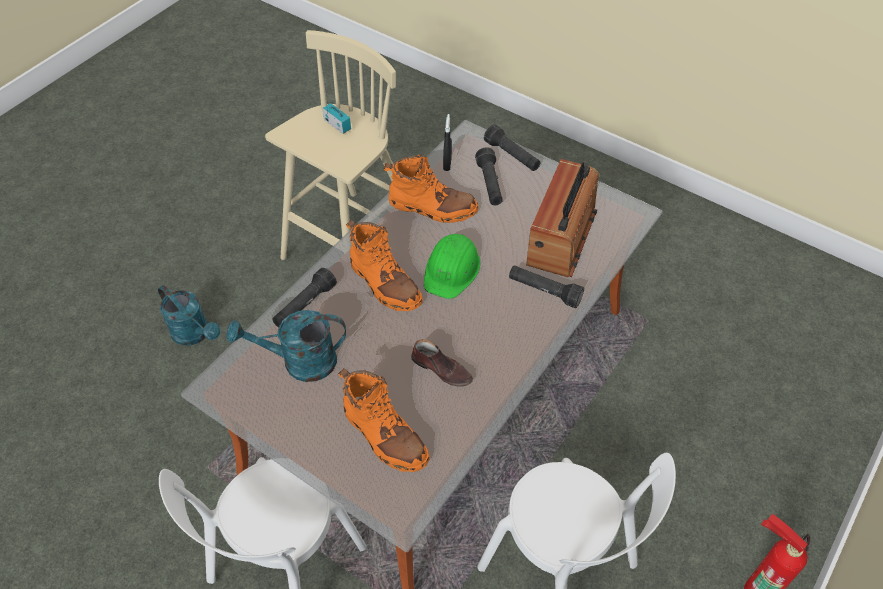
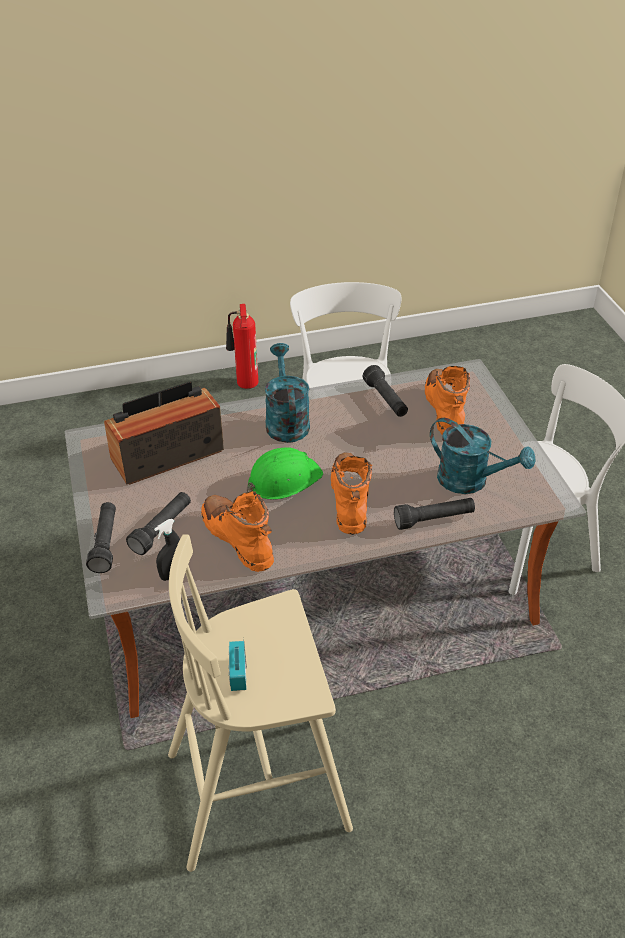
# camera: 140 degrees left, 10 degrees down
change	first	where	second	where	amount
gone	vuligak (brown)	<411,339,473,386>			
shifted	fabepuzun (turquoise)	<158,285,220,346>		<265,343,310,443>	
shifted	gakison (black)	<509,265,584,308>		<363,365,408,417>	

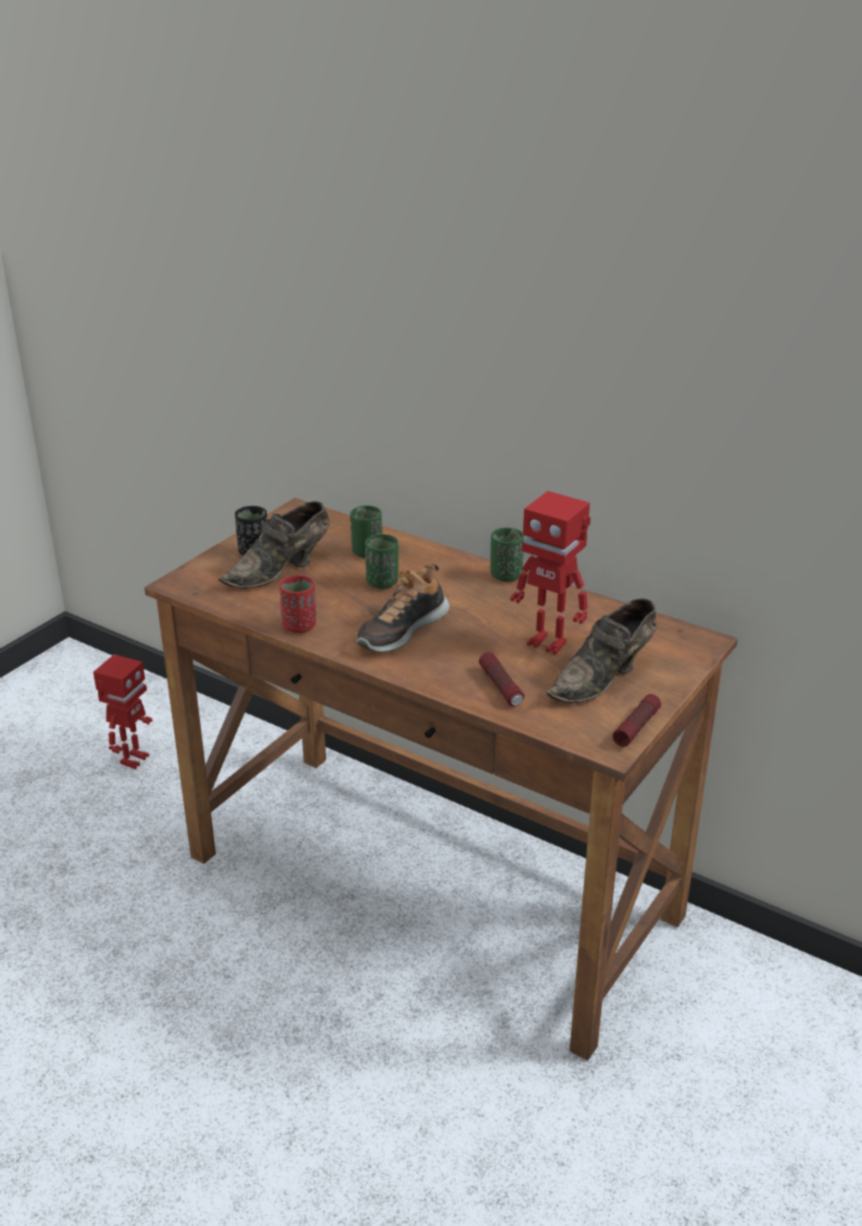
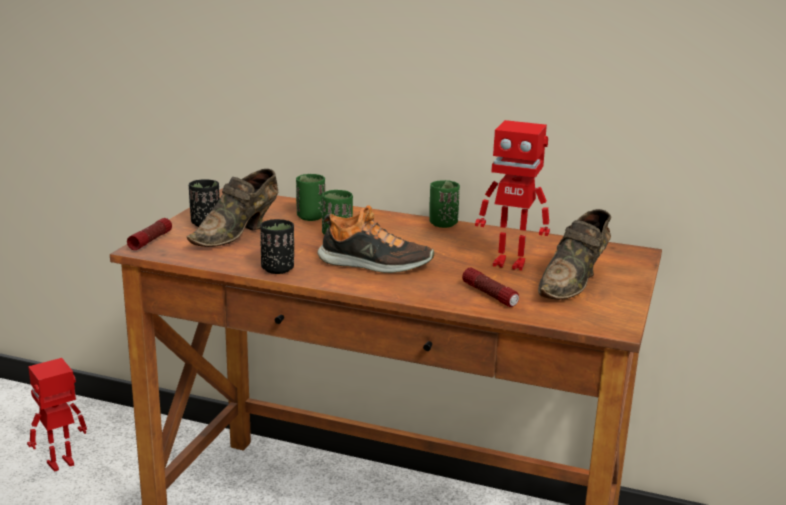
# camera: 15 degrees left, 10 degrees down
change	first	where	second	where	amount
shifted	gakison	<613,694,661,747>		<127,218,172,250>	
repainted	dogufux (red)	<280,575,316,633>	dogufux (black)	<260,219,294,274>	
rotated	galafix	<93,654,152,769>		<27,358,87,472>	135 degrees counterclockwise
rotated	vuligak	<357,564,450,652>		<317,205,434,273>	105 degrees counterclockwise

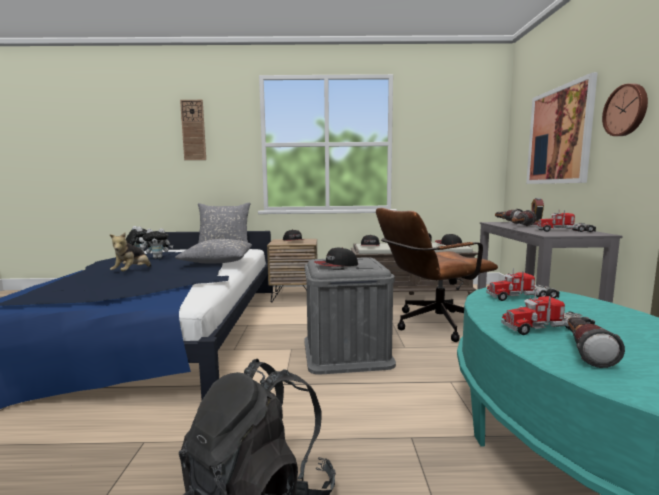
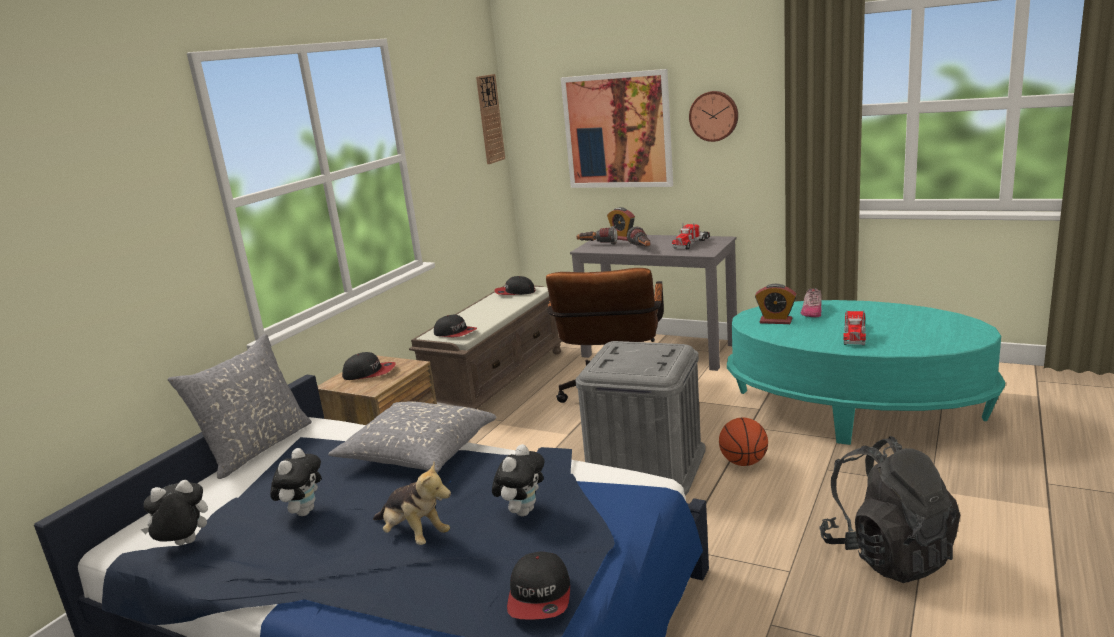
# camera: 60 degrees left, 10 degrees up
change	first	where	second	where	amount
gone	gakison	<568,317,625,368>			
new			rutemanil	<492,444,545,516>	
new			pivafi	<719,418,768,466>	
new			vuligak	<801,288,822,317>	
shifted	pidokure	<180,100,206,160>		<476,74,505,164>	
shifted	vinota	<314,247,358,267>		<507,552,570,620>	
swapped	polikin	<486,268,560,301>	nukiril	<755,284,797,324>	

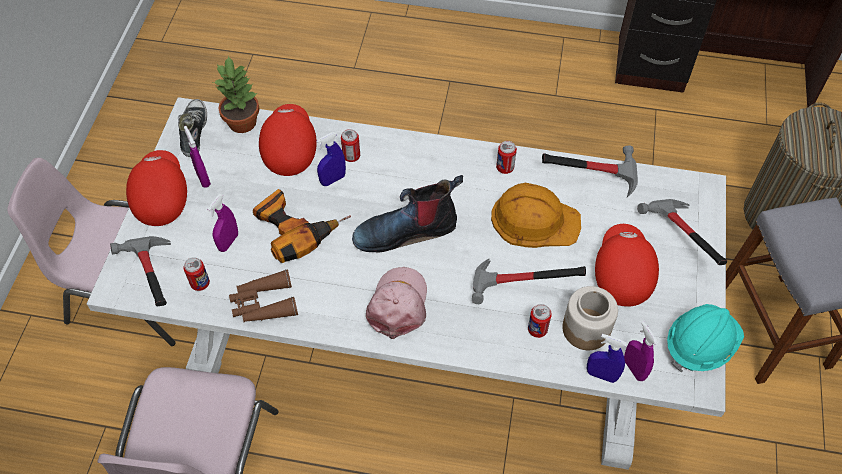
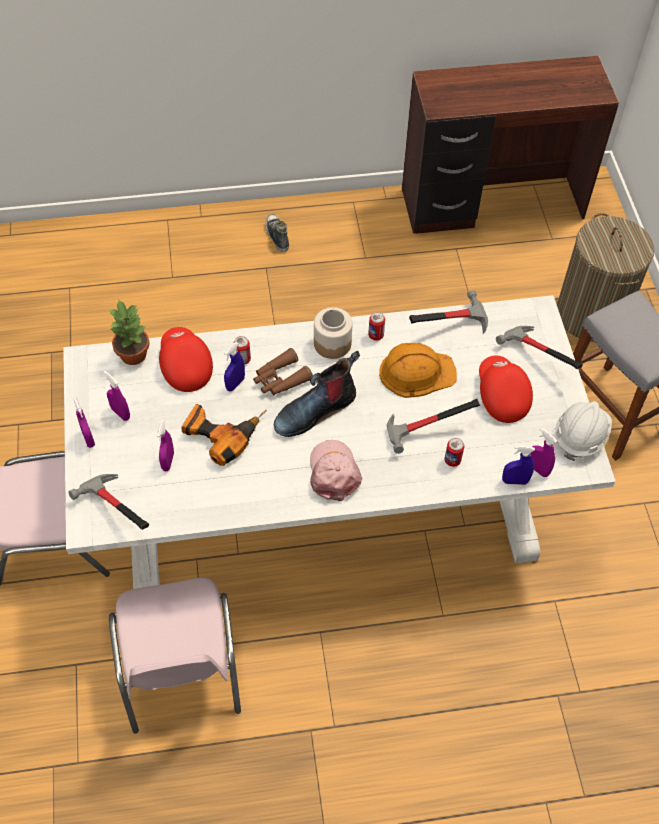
# camera: 20 degrees left, 0 degrees up
change	first	where	second	where	amount
gone	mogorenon	<183,257,210,291>			
shifted	vuligak	<178,99,207,157>		<265,214,289,252>	
shifted	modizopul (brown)	<229,269,298,322>		<253,348,313,395>	
shifted	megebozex	<562,286,618,350>		<314,307,352,359>	
swapped	vinota (red)	<126,150,187,226>	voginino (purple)	<73,397,95,448>	
repainted	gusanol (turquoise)	<667,304,744,372>	gusanol (white)	<555,401,612,461>	

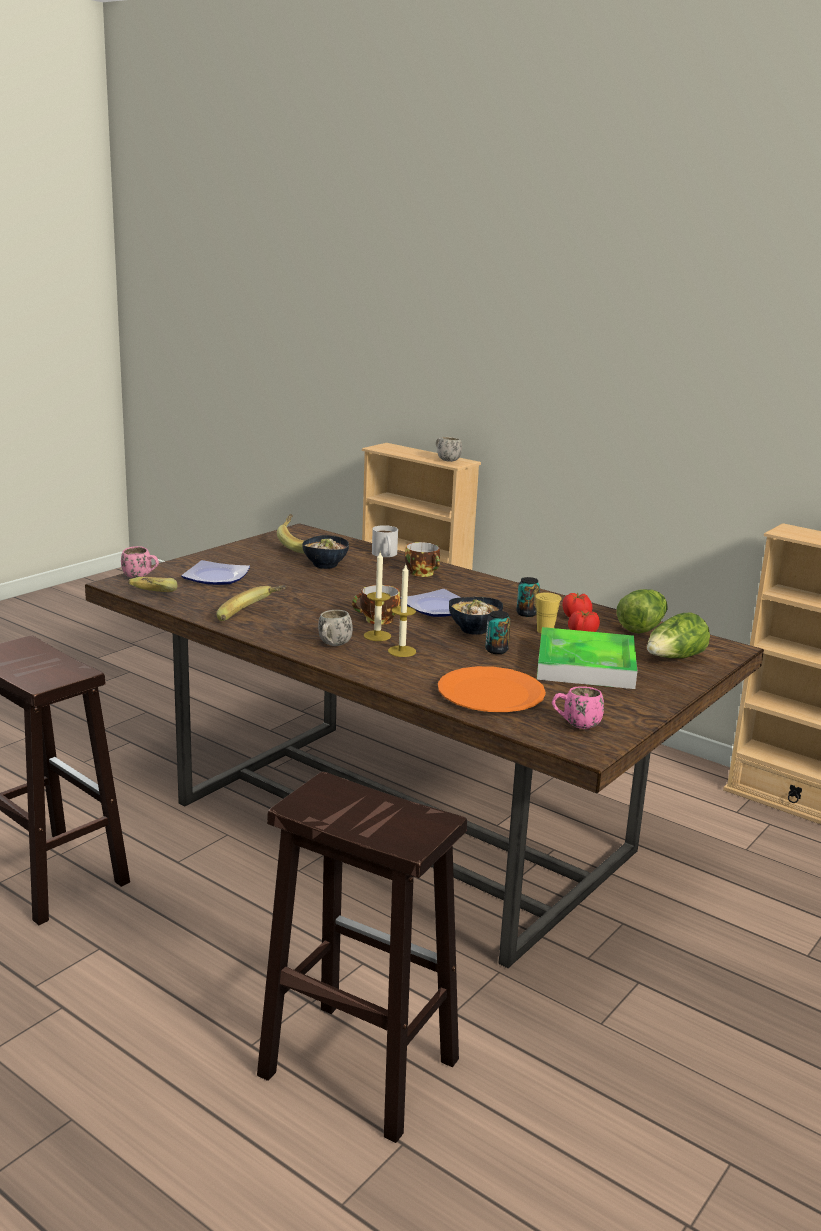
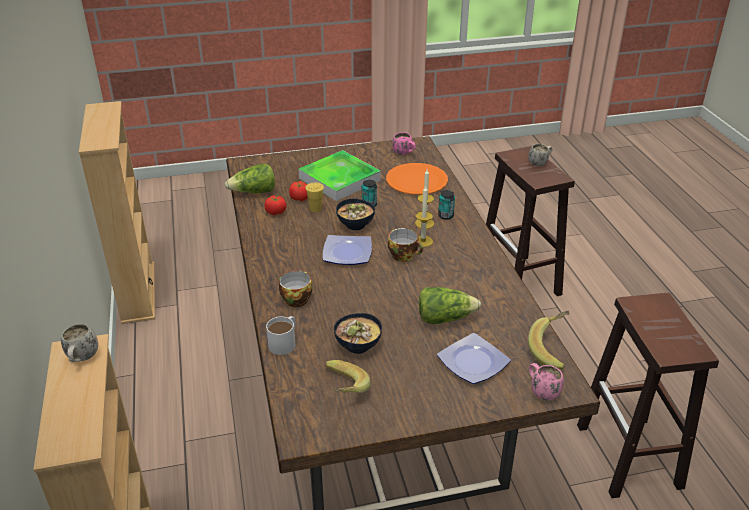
# camera: 140 degrees left, 15 degrees up
change	first	where	second	where	amount
gone	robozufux	<217,585,286,621>			
shifted	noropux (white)	<318,610,353,646>		<528,144,552,166>	
shifted	mogorenon	<516,577,540,617>		<438,190,455,220>	
shifted	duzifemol	<647,612,710,658>		<419,287,481,324>	

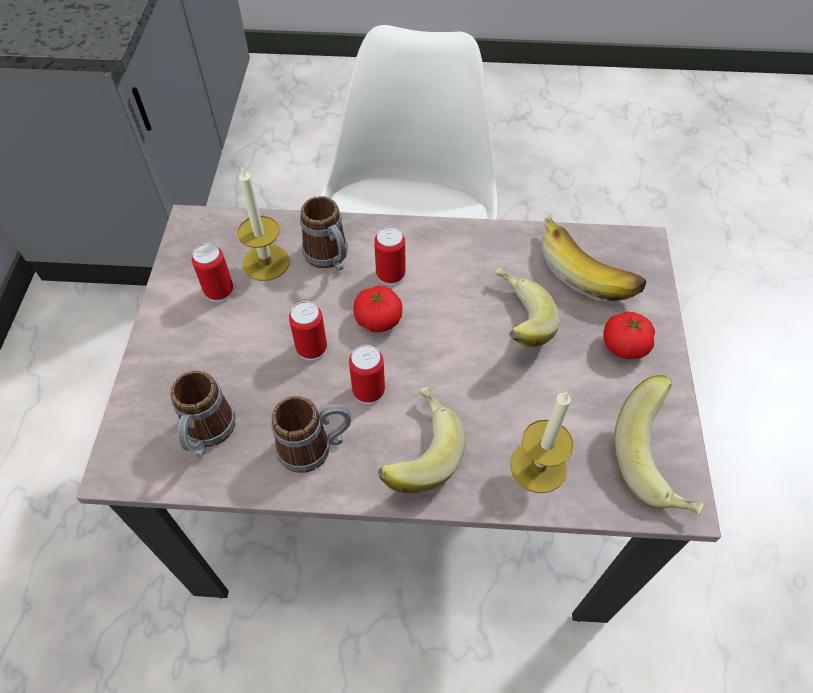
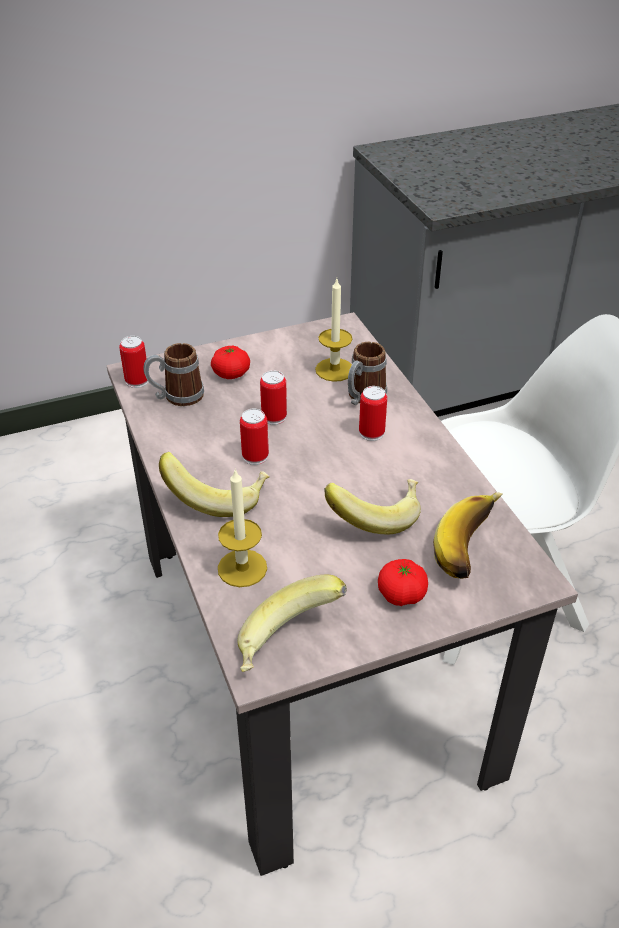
# camera: 65 degrees right, 15 degrees down
change	first	where	second	where	amount
gone	noropux	<271,396,351,473>			
shifted	mogorenon	<192,243,233,302>		<119,336,148,388>	
shifted	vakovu	<353,286,403,332>		<211,346,250,379>	

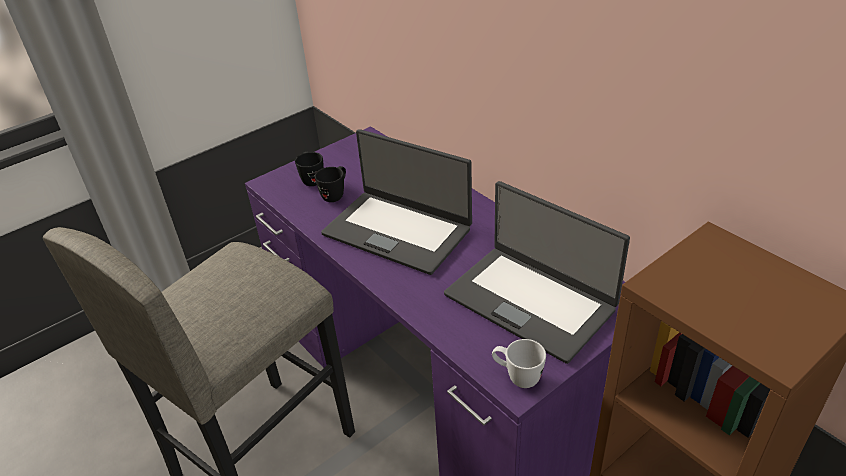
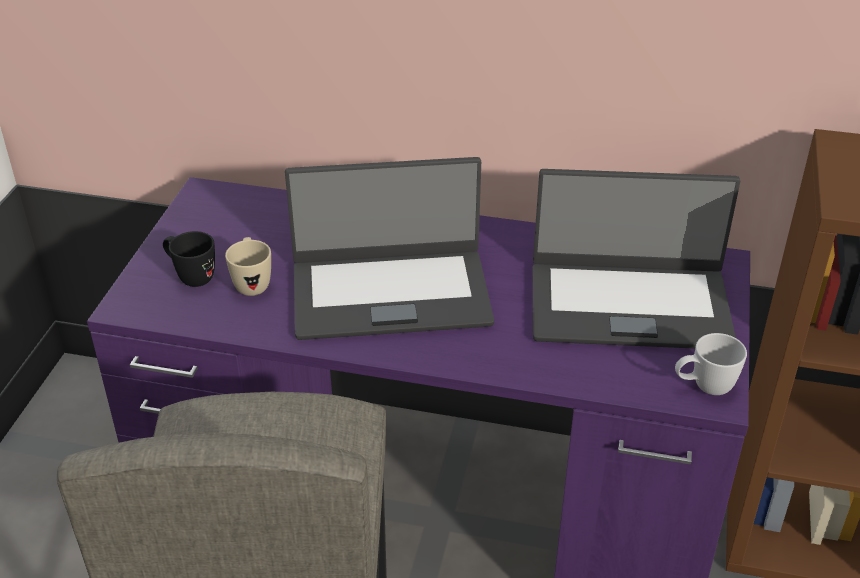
# camera: 40 degrees left, 0 degrees up
change	first	where	second	where	amount
repainted	noropux (black)	<315,166,346,202>	noropux (beige)	<225,237,271,296>	

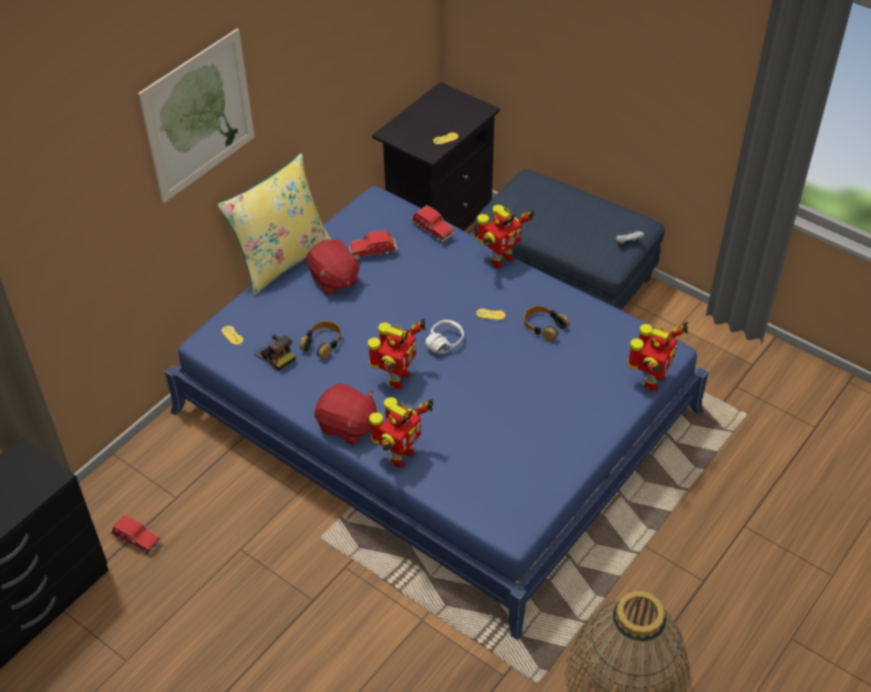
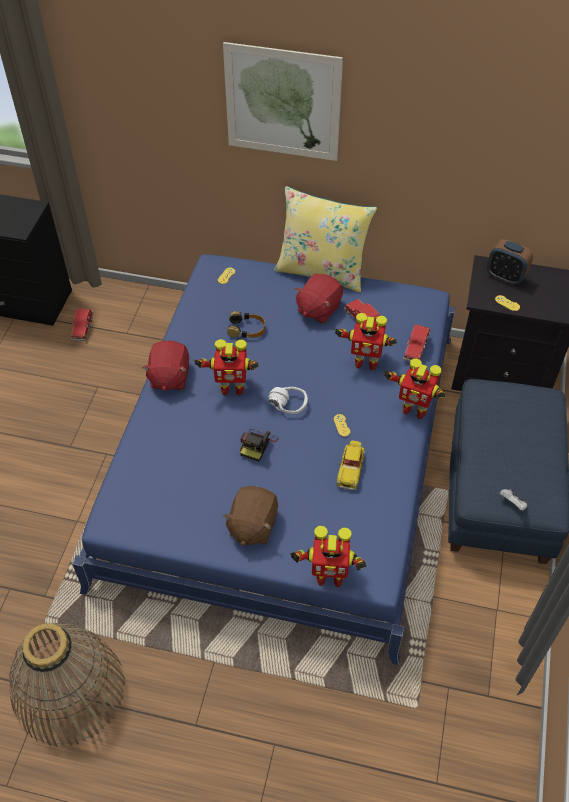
# camera: 65 degrees right, 5 degrees up
change	first	where	second	where	amount
new			rutemanil (brown)	<223,486,278,546>	
new			nukiril	<487,239,533,285>	
shifted	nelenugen	<254,334,295,370>		<240,429,279,462>	
shifted	galafix	<369,397,433,468>		<334,313,397,370>	
swapped	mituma	<524,306,569,341>	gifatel	<336,441,365,491>	

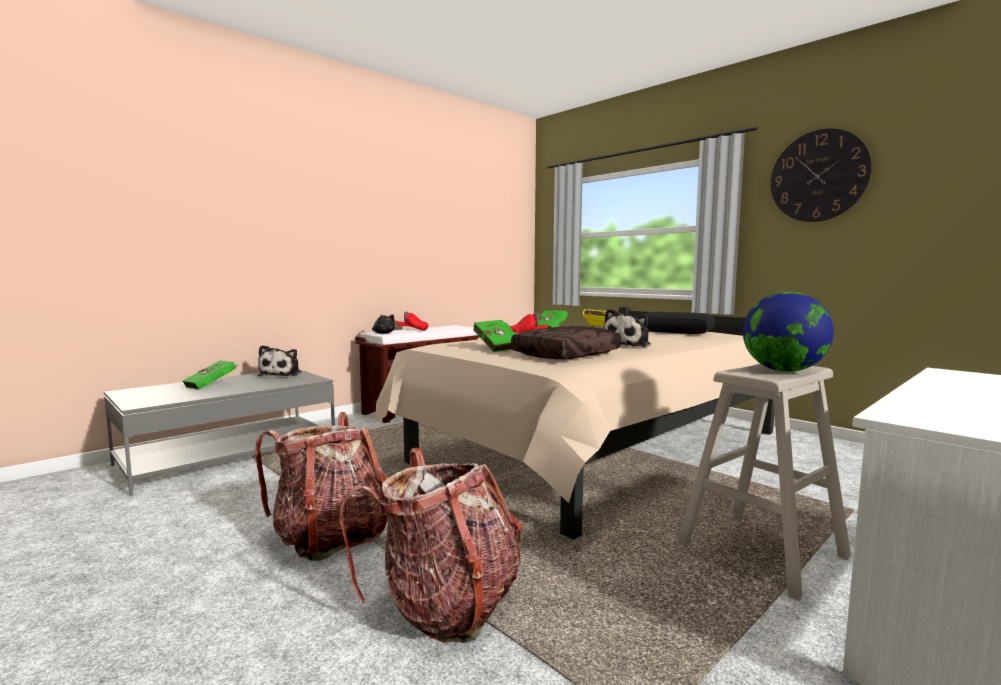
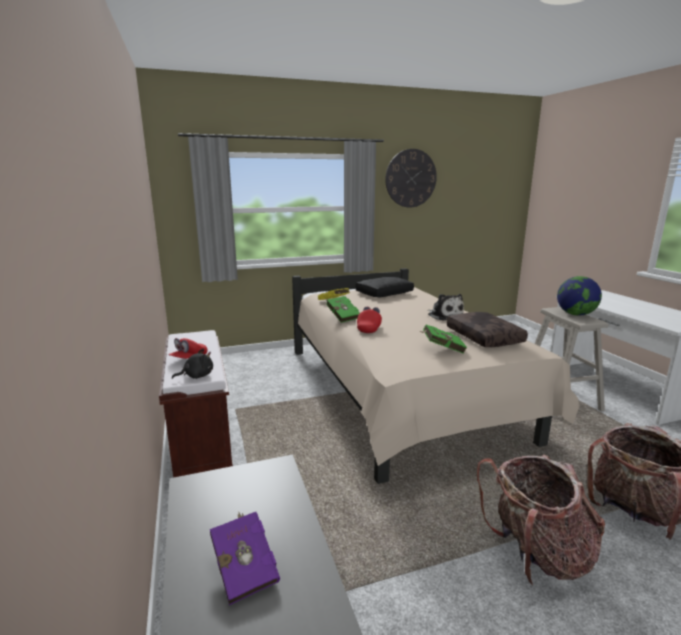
# camera: 65 degrees left, 10 degrees up
change	first	where	second	where	amount
gone	rutemanil	<258,345,302,376>			
repainted	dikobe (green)	<182,360,239,390>	dikobe (purple)	<210,512,280,605>	

